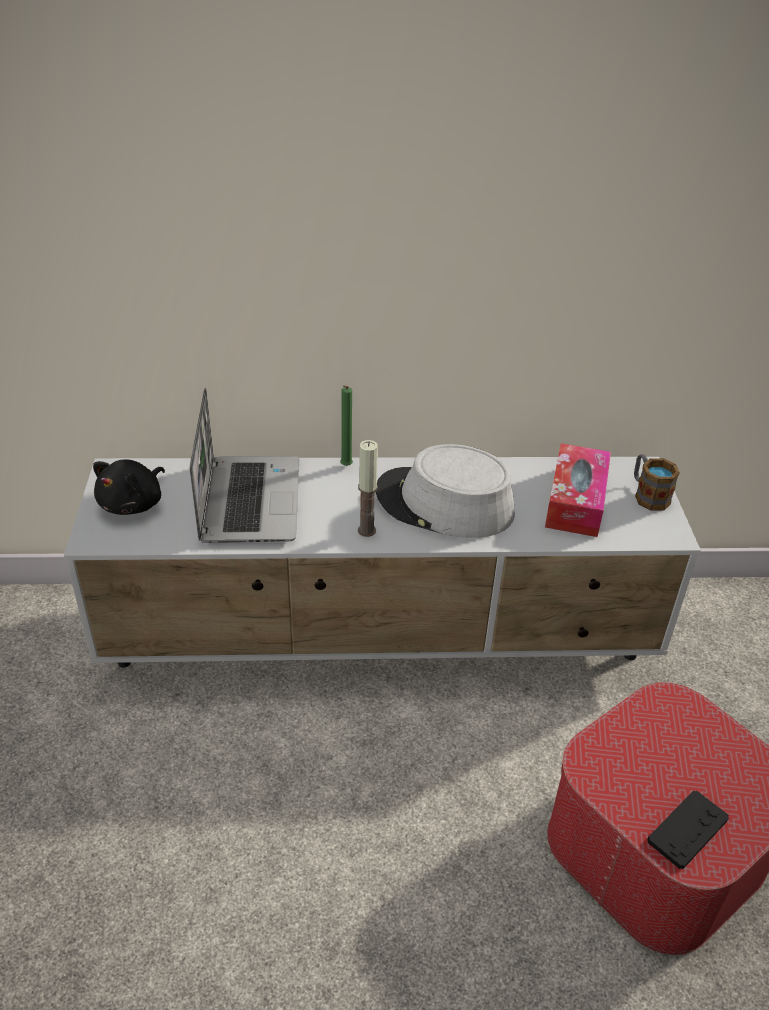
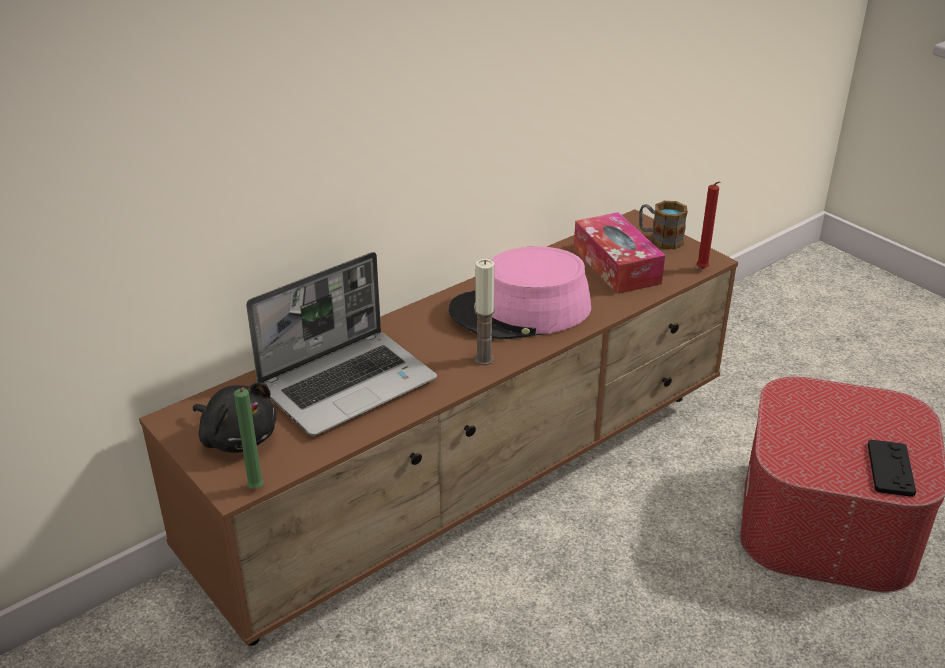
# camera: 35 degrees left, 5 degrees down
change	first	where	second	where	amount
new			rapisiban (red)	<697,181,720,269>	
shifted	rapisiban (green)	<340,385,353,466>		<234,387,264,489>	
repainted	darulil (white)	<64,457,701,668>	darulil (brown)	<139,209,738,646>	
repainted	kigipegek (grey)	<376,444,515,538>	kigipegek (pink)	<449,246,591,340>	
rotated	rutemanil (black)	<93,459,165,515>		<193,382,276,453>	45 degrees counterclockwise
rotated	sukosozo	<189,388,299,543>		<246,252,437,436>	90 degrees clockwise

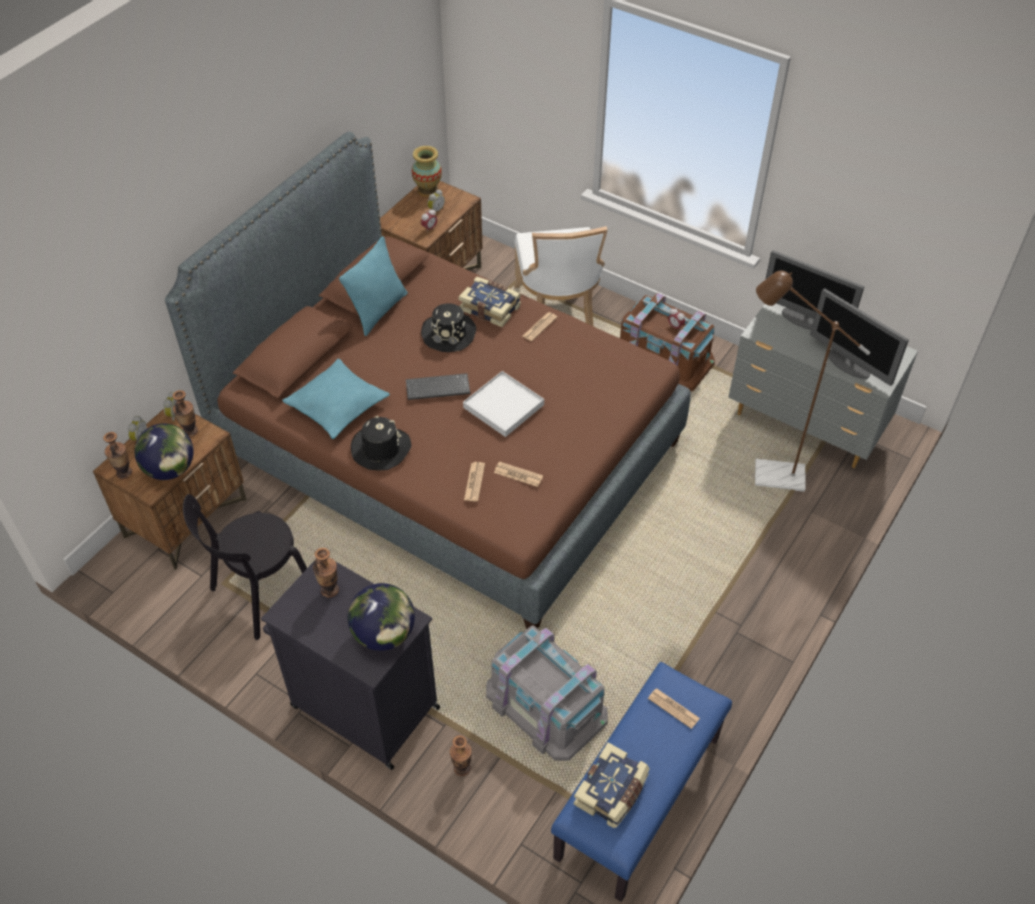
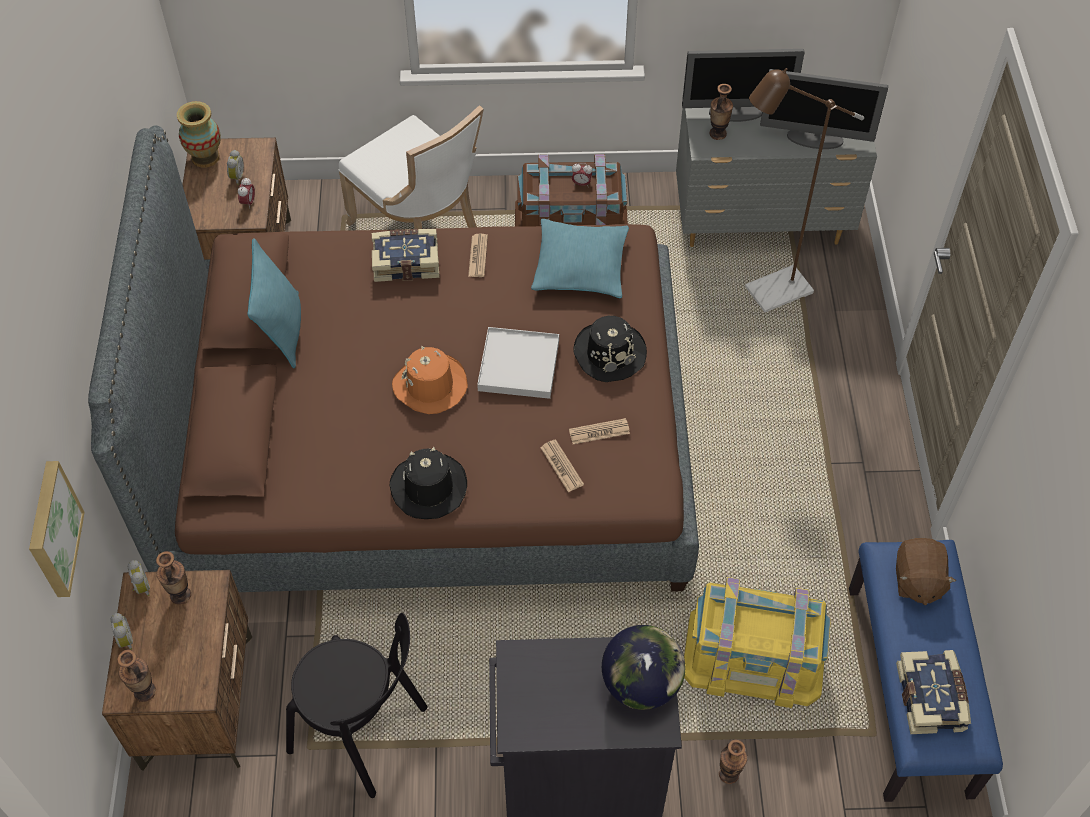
# camera: 35 degrees left, 5 degrees up
change	first	where	second	where	amount
gone	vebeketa	<134,423,194,480>			
new			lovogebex	<29,461,85,597>	
shifted	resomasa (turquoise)	<282,359,390,439>		<531,219,629,298>	
shifted	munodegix	<313,548,339,598>		<709,84,733,140>	
shifted	kigipegek (black)	<421,303,476,352>		<573,316,647,382>	
swapped	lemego	<406,373,470,400>	kigipegek (orange)	<392,346,468,414>	
swapped	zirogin	<648,688,700,729>	rutemanil (brown)	<896,538,956,605>	
repainted	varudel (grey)	<486,626,608,761>	varudel (yellow)	<684,577,831,708>	
rotated	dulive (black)	<183,494,307,640>		<286,613,428,798>	75 degrees counterclockwise

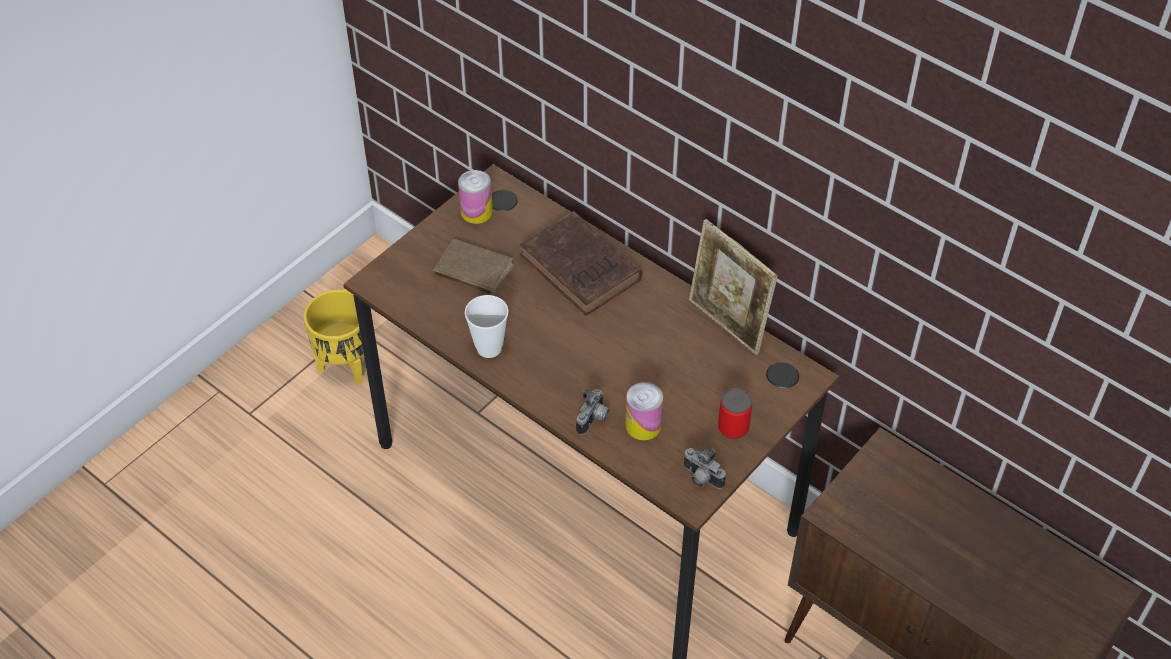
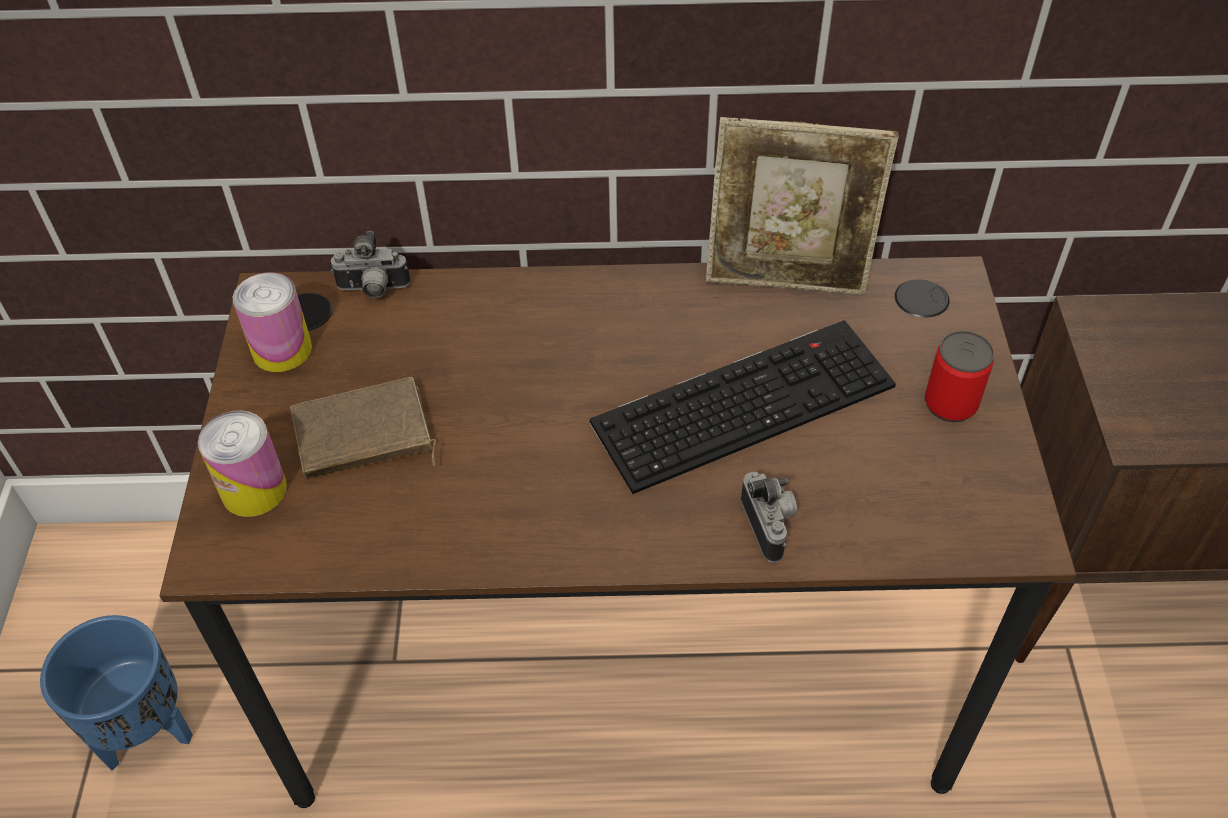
# camera: 40 degrees left, 0 degrees up
change	first	where	second	where	amount
gone	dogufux	<465,295,509,358>			
gone	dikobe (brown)	<520,211,642,315>			
new			lemego	<590,320,896,494>	
shifted	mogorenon	<625,382,663,440>		<198,410,287,517>	
shifted	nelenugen	<683,448,726,489>		<331,231,411,298>	
repainted	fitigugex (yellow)	<303,290,364,384>	fitigugex (blue)	<40,615,193,770>	

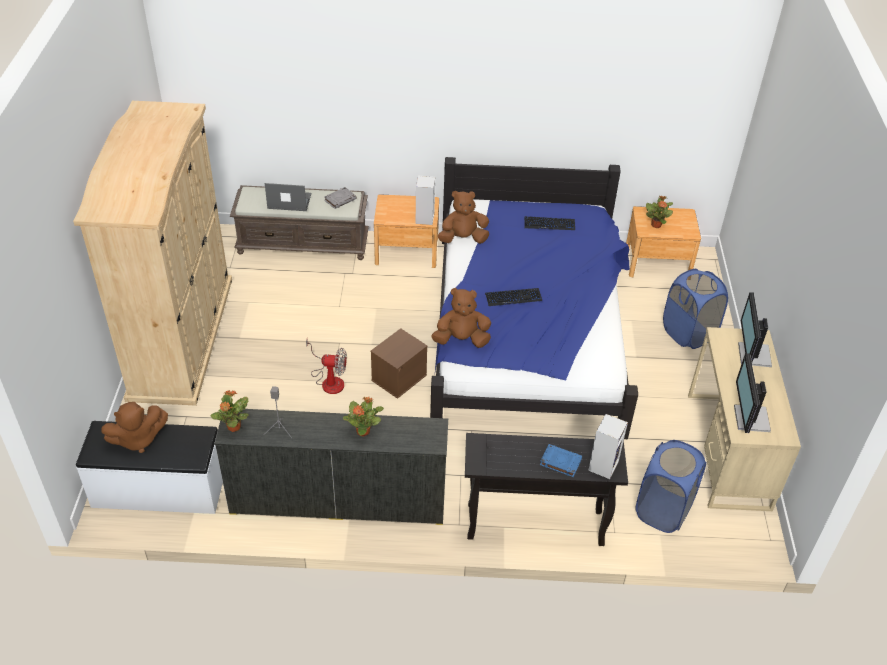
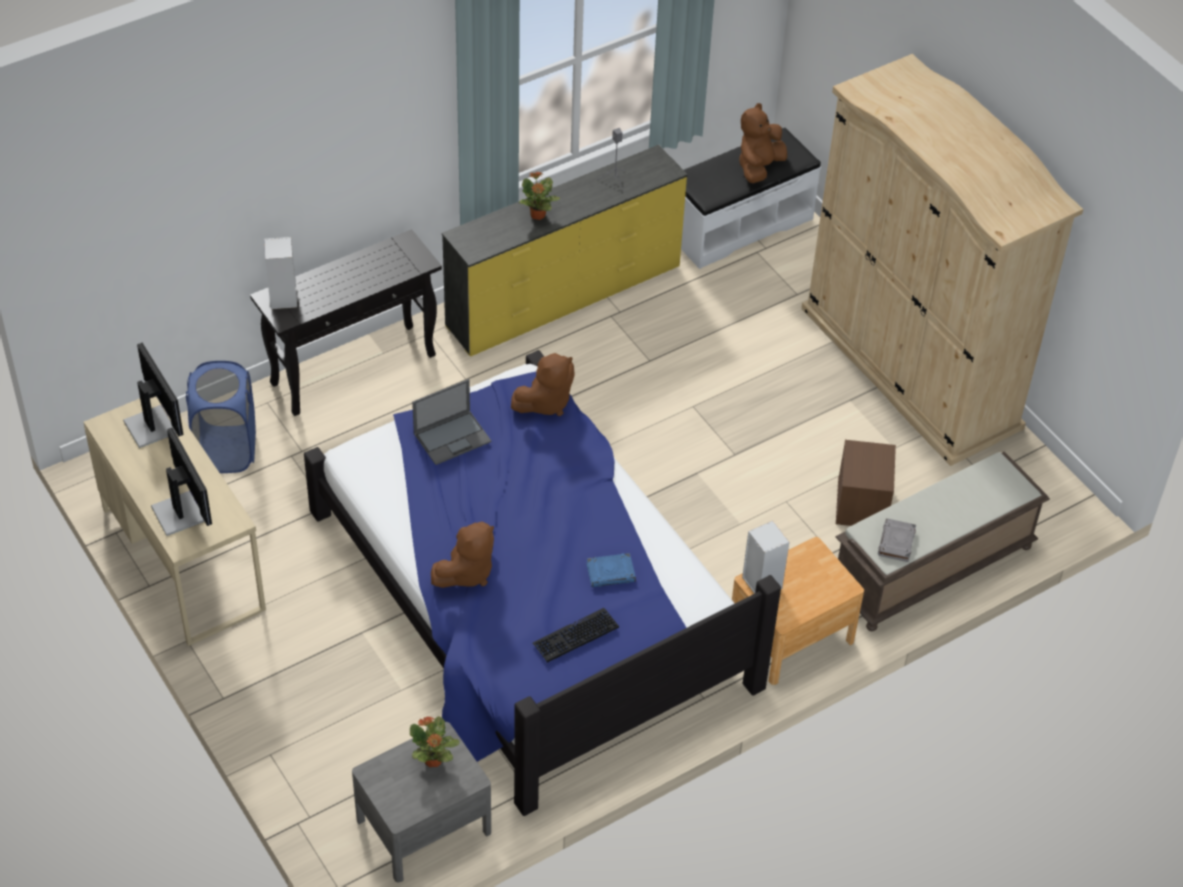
# camera: 145 degrees right, 5 degrees up
change	first	where	second	where	amount
gone	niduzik	<210,390,249,432>			
gone	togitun	<306,340,347,394>			
gone	lemego	<485,288,542,306>			
gone	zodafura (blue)	<663,269,728,349>			
shifted	sukosozo	<265,183,311,211>		<412,379,491,465>	
shifted	varudel (brown)	<370,328,428,399>		<836,440,896,526>	
shifted	rutemanil (brown)	<438,191,489,244>		<431,521,494,588>	
shifted	dikobe (blue)	<540,444,582,477>		<586,553,636,587>	
repainted	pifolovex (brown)	<626,206,701,277>	pifolovex (grey)	<352,722,491,882>	

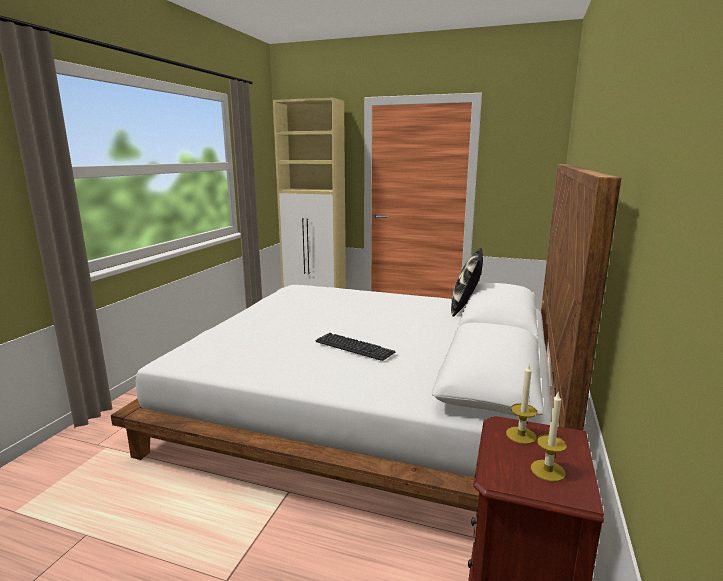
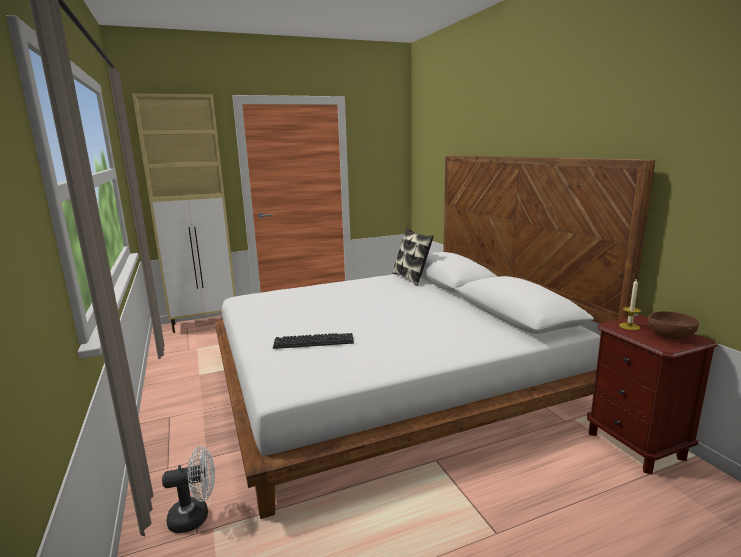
# camera: 40 degrees left, 0 degrees up
change	first	where	second	where	amount
new			togitun (white)	<162,446,215,533>	
shifted	lemego	<315,333,395,361>		<273,333,354,349>	
swapped	rapisiban	<531,391,567,482>	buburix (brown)	<648,311,699,339>	

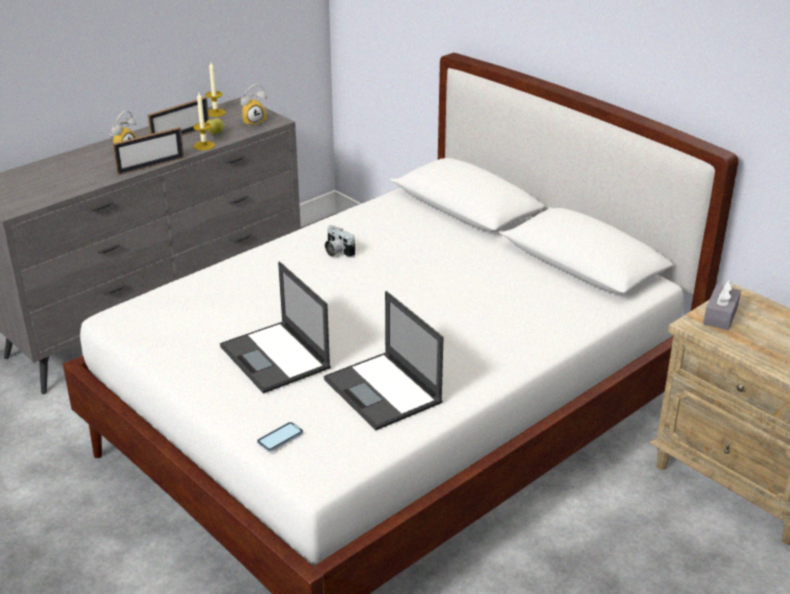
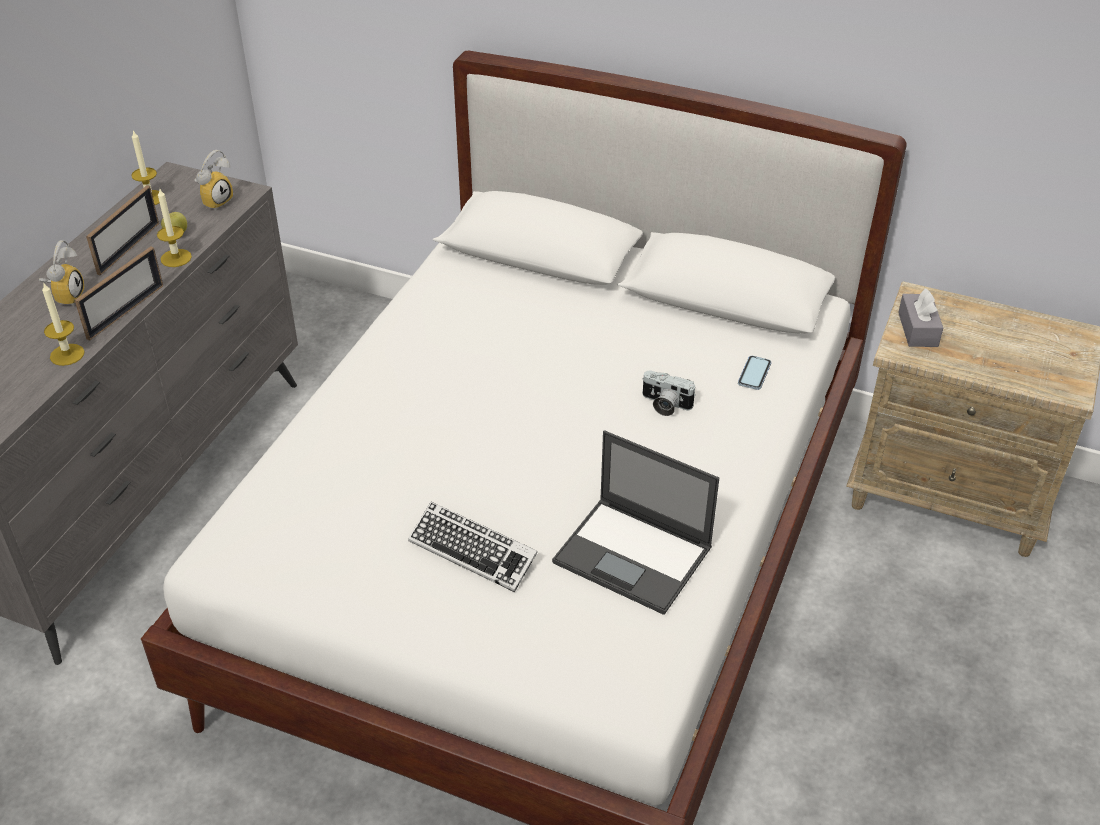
# camera: 25 degrees left, 10 degrees up
change	first	where	second	where	amount
new			rapisiban	<42,283,84,366>	
shifted	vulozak	<257,422,303,452>		<738,356,771,390>	
shifted	nelenugen	<325,225,355,258>		<642,371,696,416>	
swapped	sukosozo	<220,262,331,394>	lemego	<408,502,538,592>	

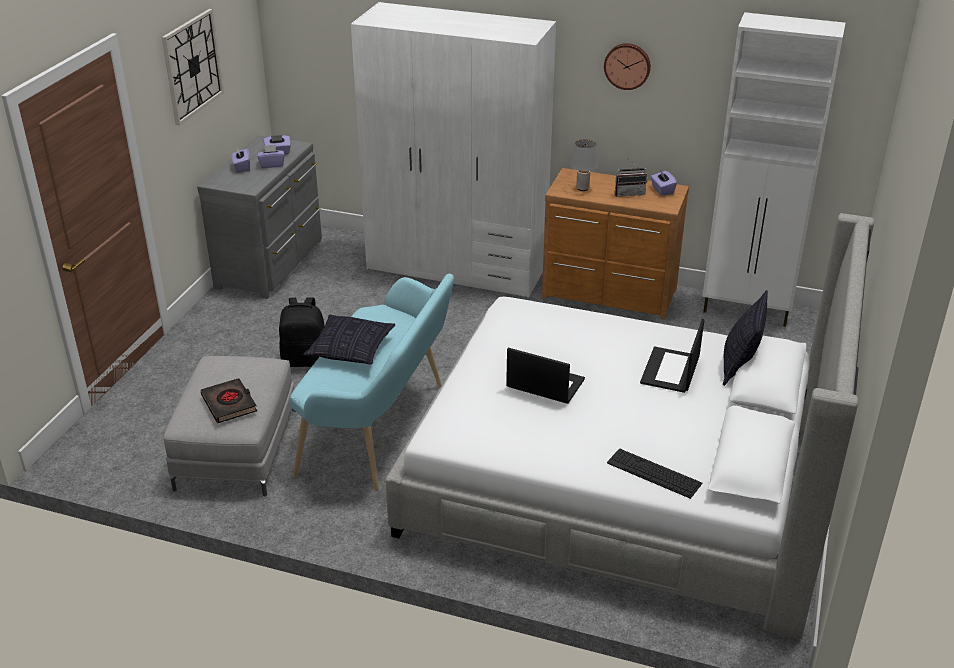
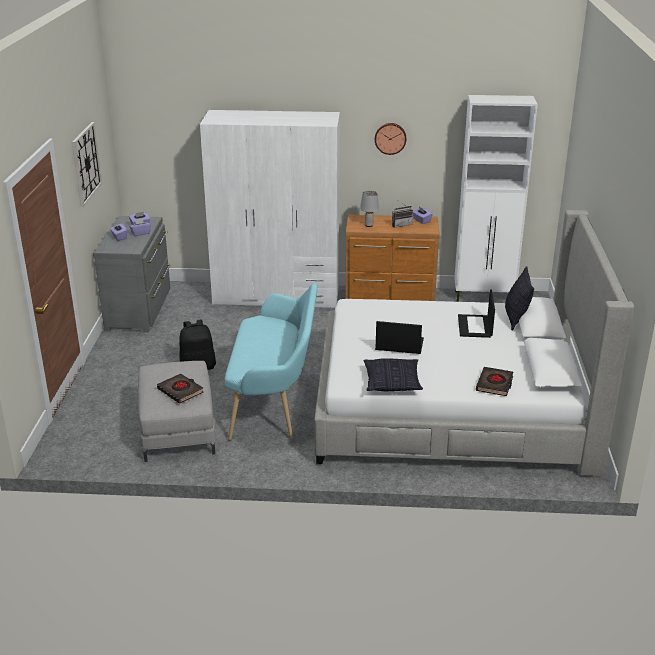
# camera: 15 degrees left, 5 degrees down
change	first	where	second	where	amount
shifted	resomasa	<303,315,395,365>		<363,358,423,391>	
swapped	lemego	<607,449,702,499>	dikobe (black)	<476,367,513,396>	

